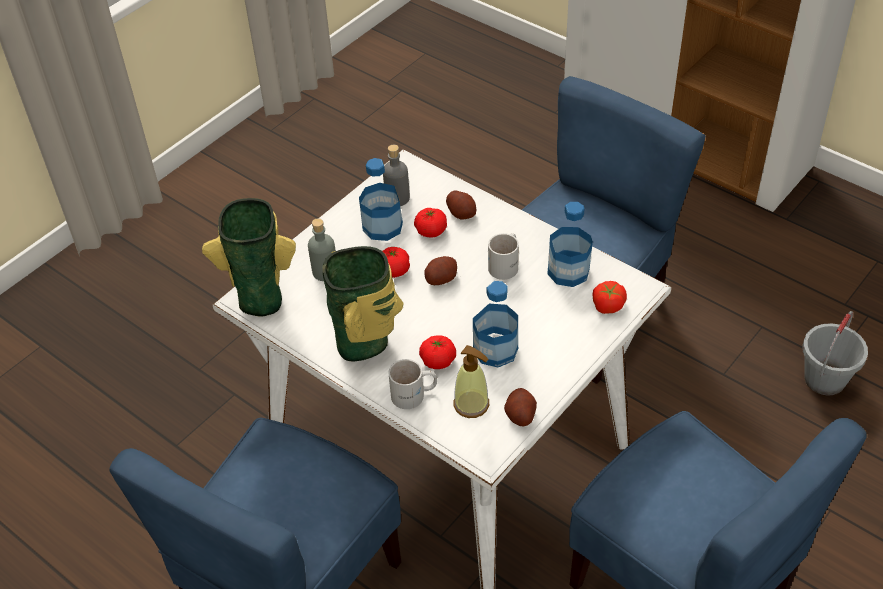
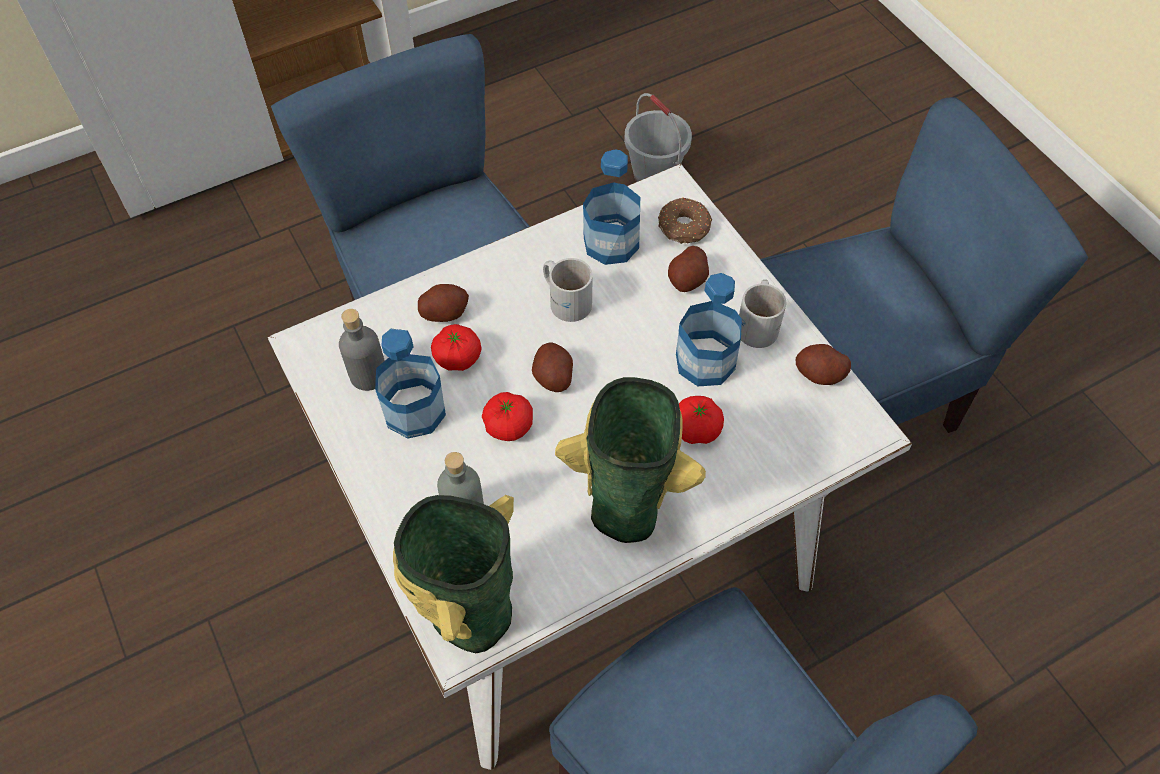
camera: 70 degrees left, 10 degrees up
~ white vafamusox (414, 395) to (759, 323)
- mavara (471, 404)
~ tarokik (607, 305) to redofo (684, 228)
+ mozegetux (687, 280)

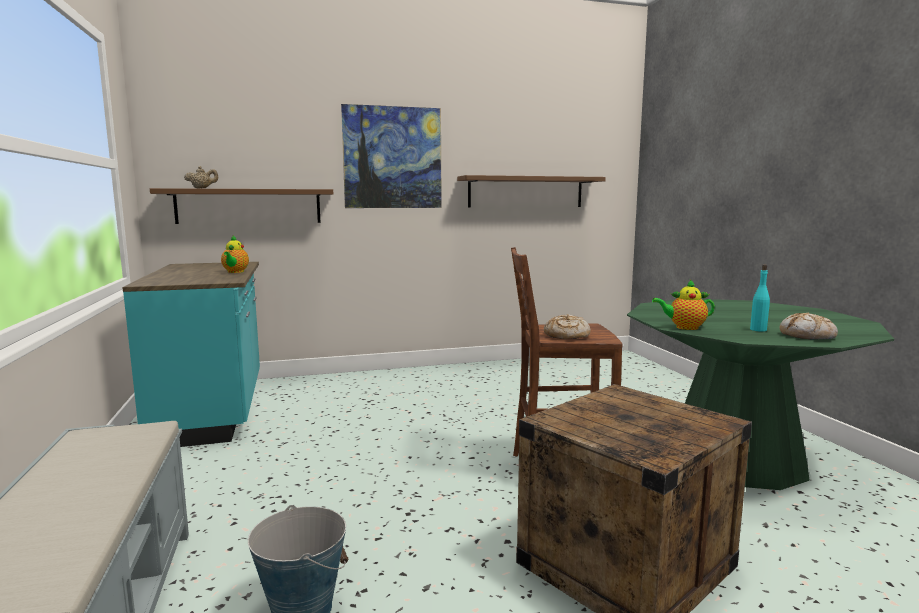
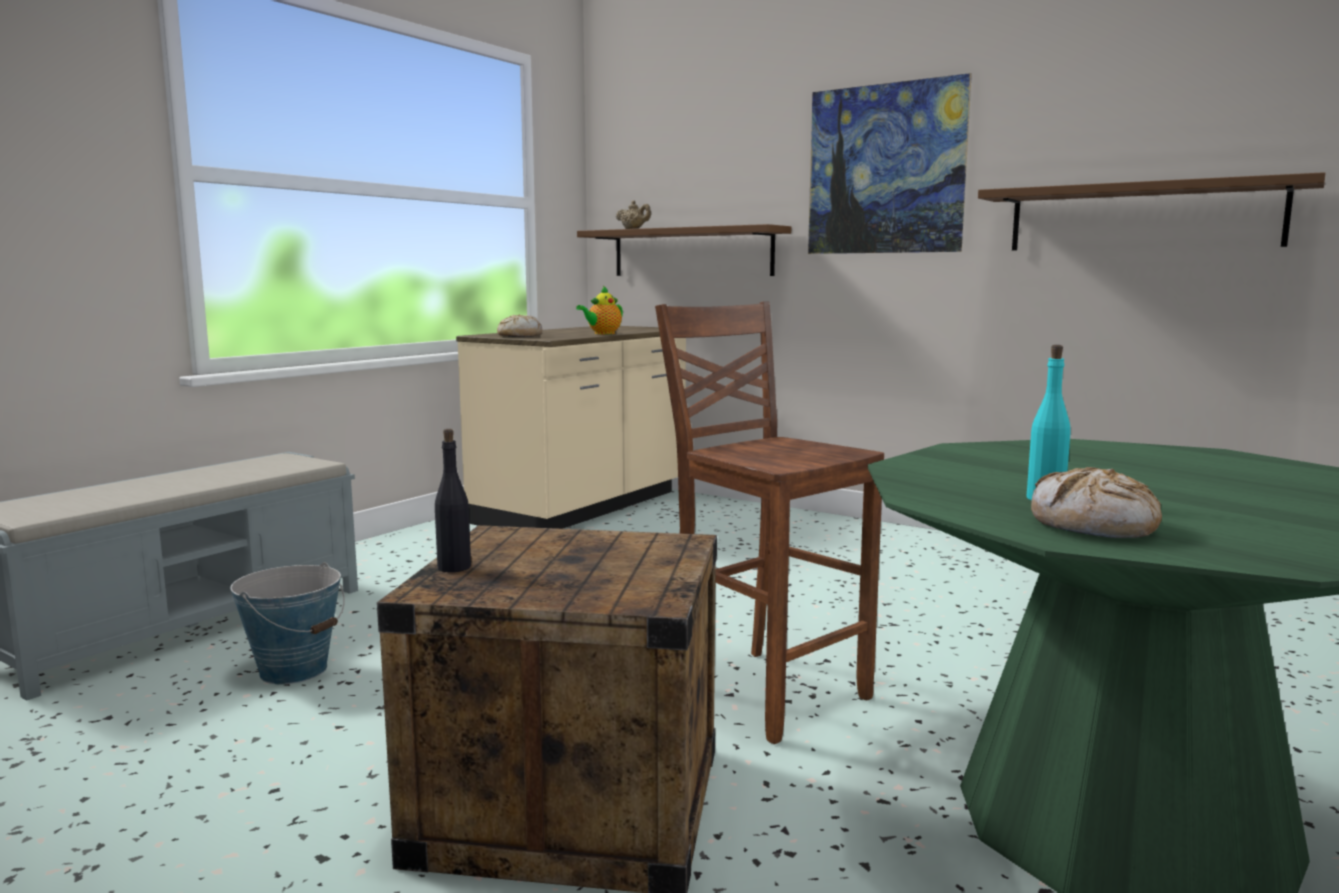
camera: 50 degrees right, 0 degrees up
~ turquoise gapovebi (213, 410) to beige gapovebi (585, 508)
~ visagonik (566, 335) to (519, 336)
- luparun (684, 327)
+ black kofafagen (454, 567)

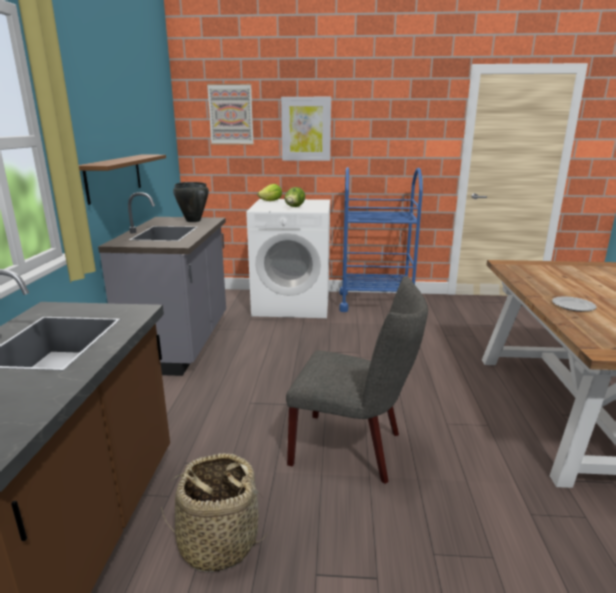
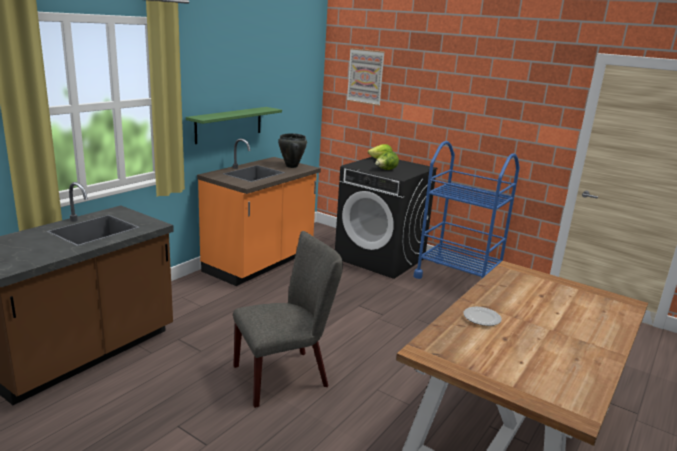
camera: 30 degrees right, 0 degrees up
~ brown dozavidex (114, 177) to green dozavidex (229, 124)
~ grey gapovebi (181, 344) to orange gapovebi (260, 263)
- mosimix (218, 542)
~ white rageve (293, 304) to black rageve (381, 258)
- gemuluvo (306, 129)
~ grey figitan (354, 448) = (286, 375) 75 degrees counterclockwise

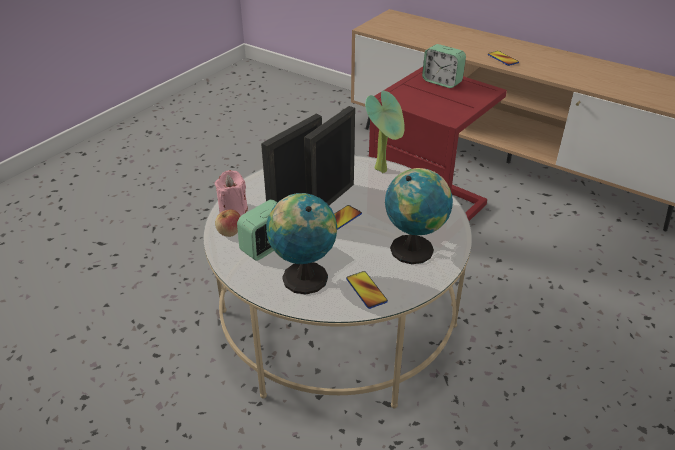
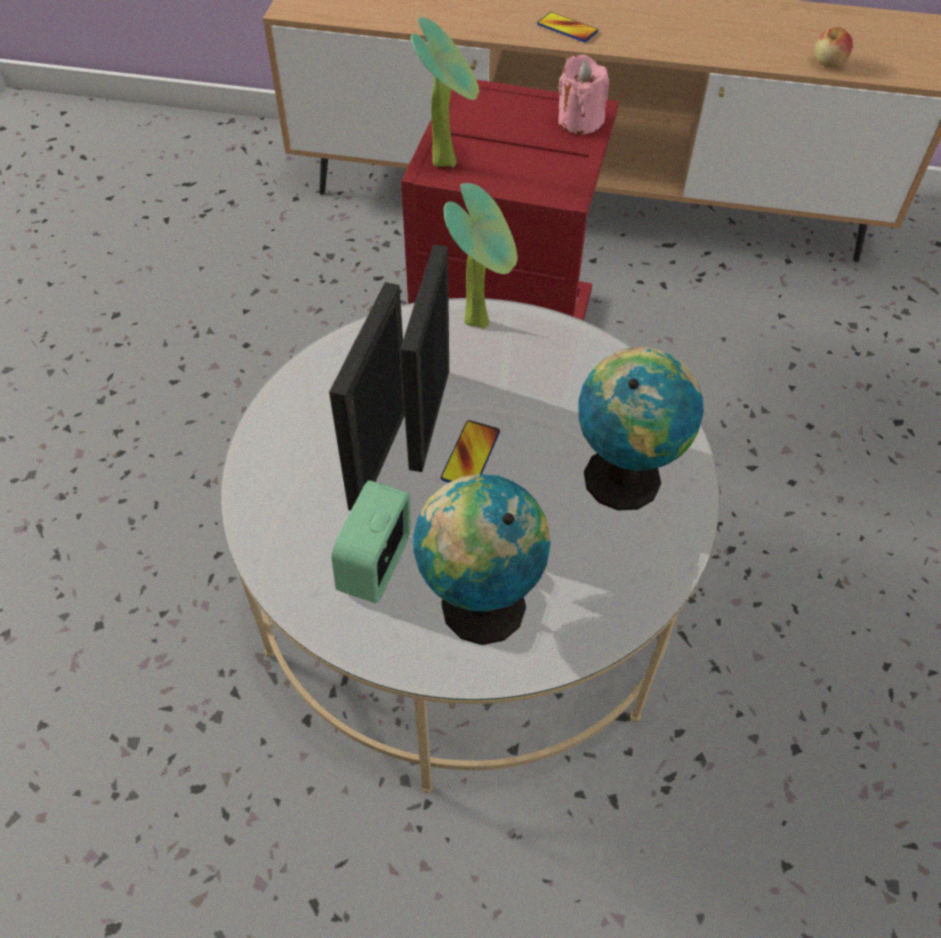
camera: 25 degrees left, 15 degrees up
~ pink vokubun (233, 209) to (579, 121)
~ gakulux (229, 232) to (828, 62)
- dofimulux (366, 290)
- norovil (442, 82)
+ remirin (448, 160)

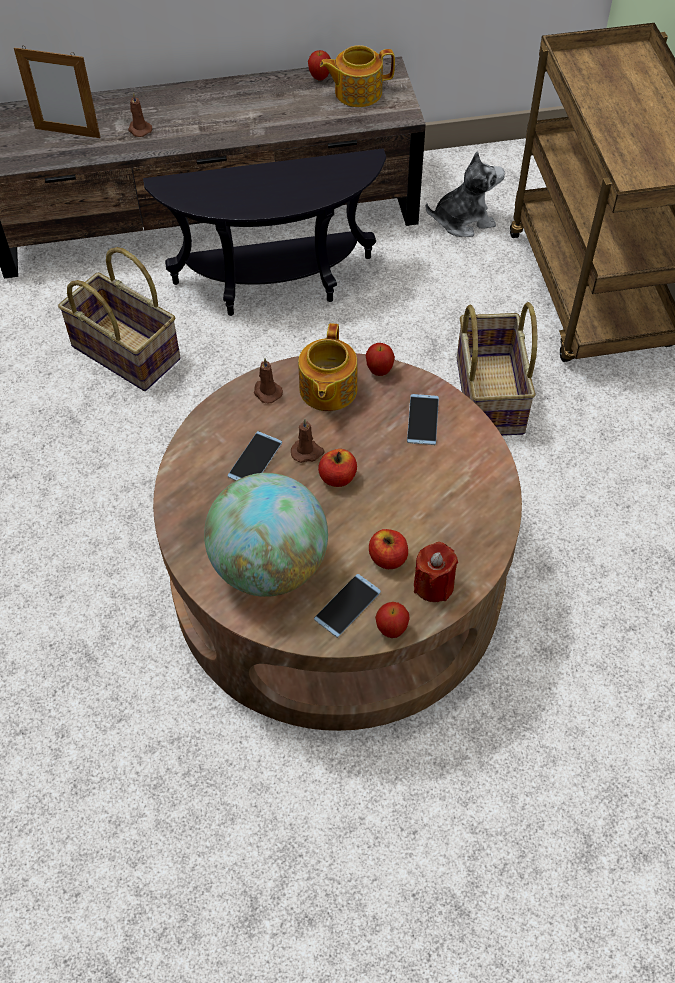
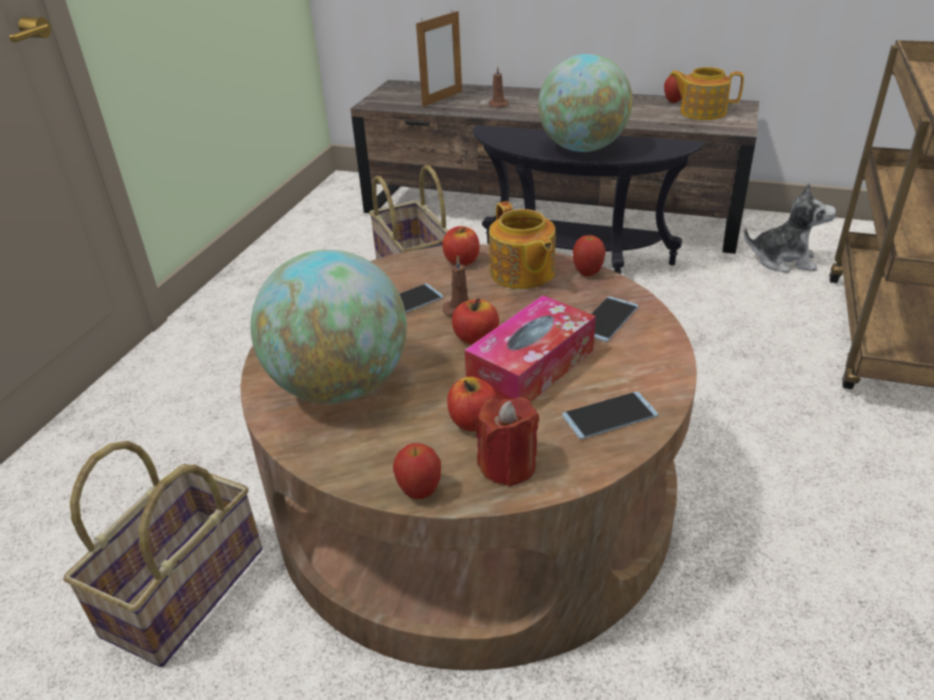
camera: 30 degrees right, 20 degrees down
~ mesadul (67, 133) = (442, 98) 90 degrees counterclockwise
~ brown vokubun (266, 392) to gakulux (461, 261)
~ luparun (327, 390) = (522, 273) 60 degrees counterclockwise
~ dofimulux (347, 605) to (609, 416)
~ mosimix (487, 395) to (183, 589)
+ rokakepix (531, 367)
+ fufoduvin (582, 148)

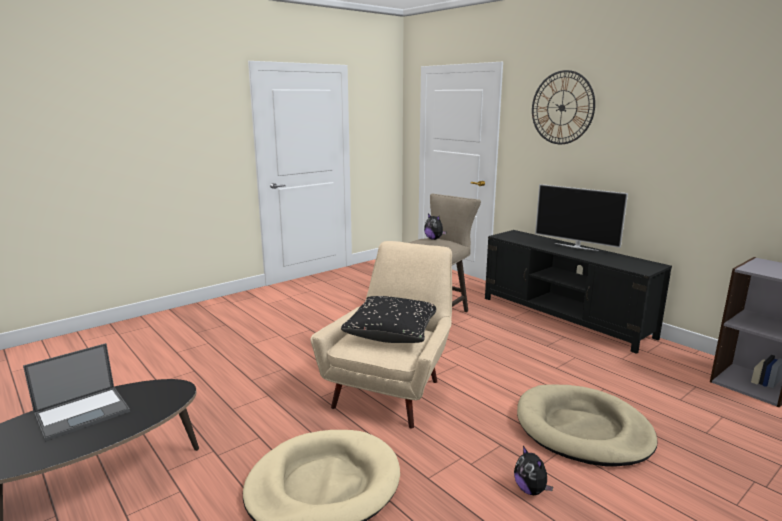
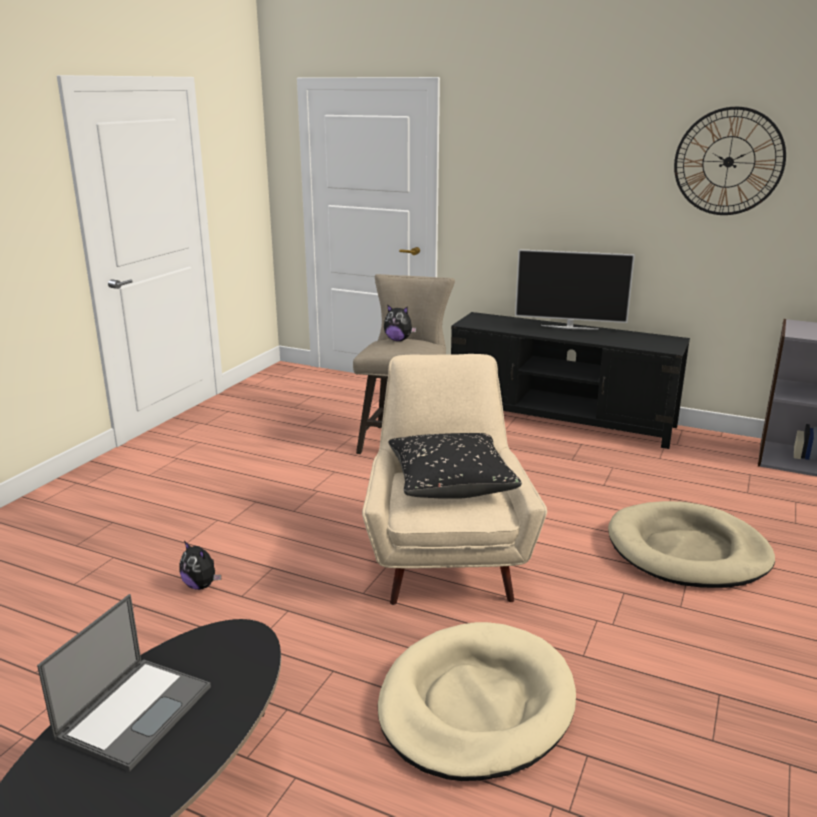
camera: 25 degrees left, 5 degrees up
~ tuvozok (531, 490) to (201, 585)
~ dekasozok (562, 108) to (728, 162)

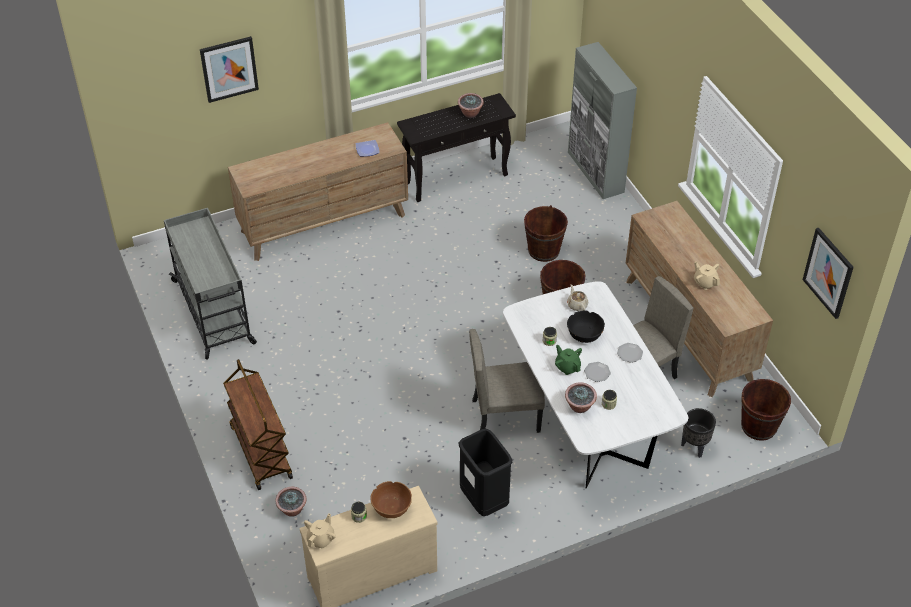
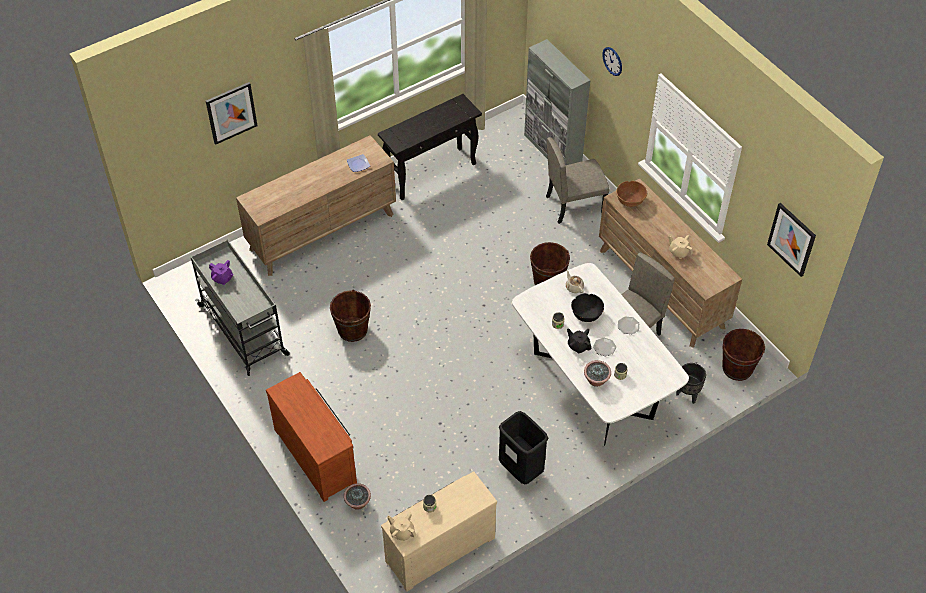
camera: 10 degrees left, 5 degrees up
~ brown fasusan (260, 451) to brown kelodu (317, 454)
~ beige luparun (321, 539) = (402, 532) 75 degrees counterclockwise
~ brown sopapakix (391, 508) to (630, 201)
- remirin (470, 114)
~ beige figitan (505, 415) to (574, 204)
~ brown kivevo (544, 250) to (352, 330)
~ green luparun (567, 367) to black luparun (578, 346)
+ purple luparun (222, 278)
+ dekasozok (612, 61)

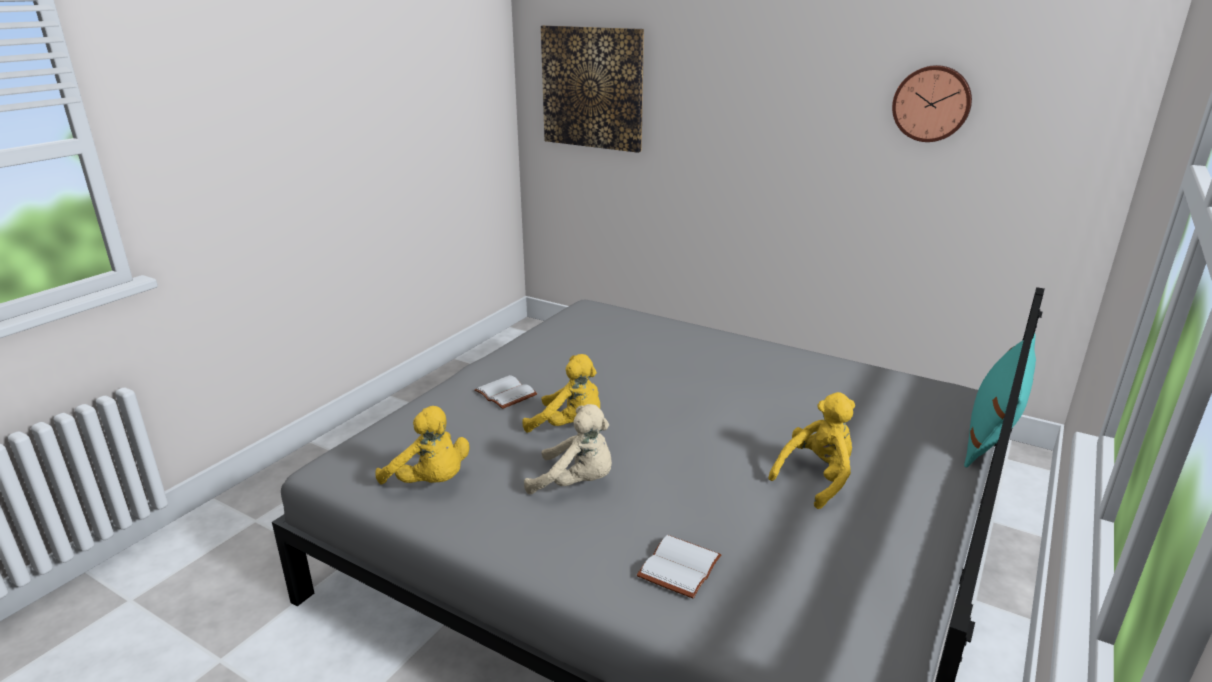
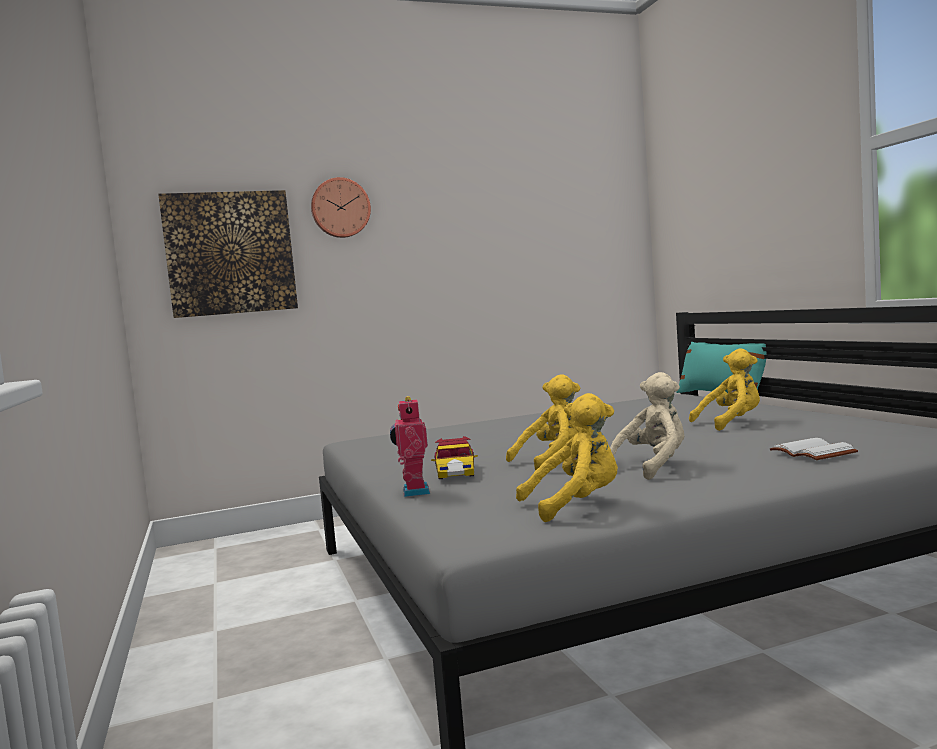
camera: 50 degrees left, 20 degrees down
~ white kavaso (507, 393) to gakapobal (455, 472)
~ yellow tuvozok (816, 478) = (731, 423) 75 degrees clockwise
~ dekasozok (932, 103) to (340, 208)
+ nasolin (413, 492)

